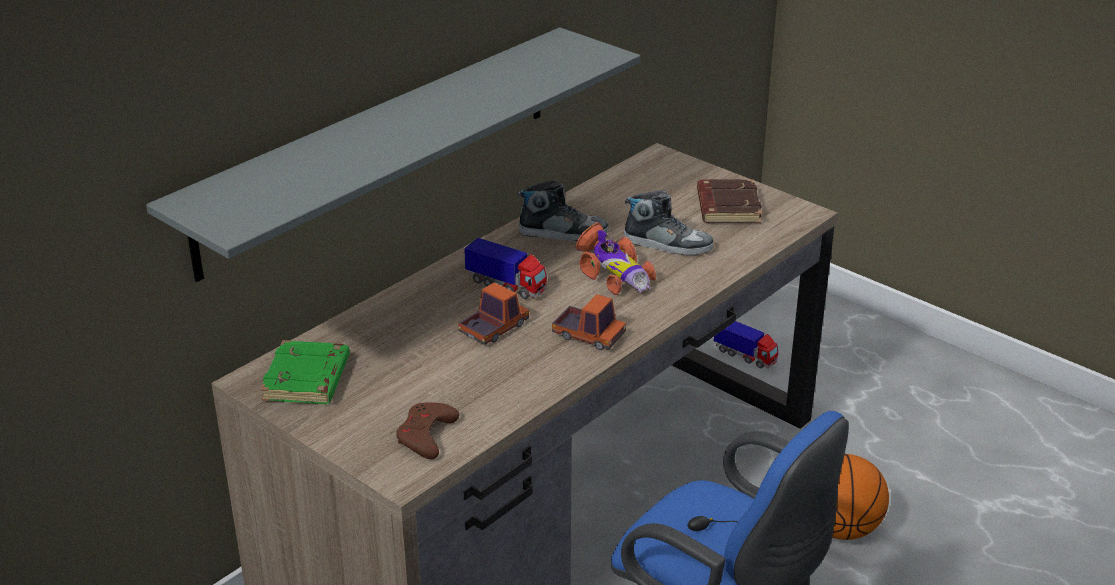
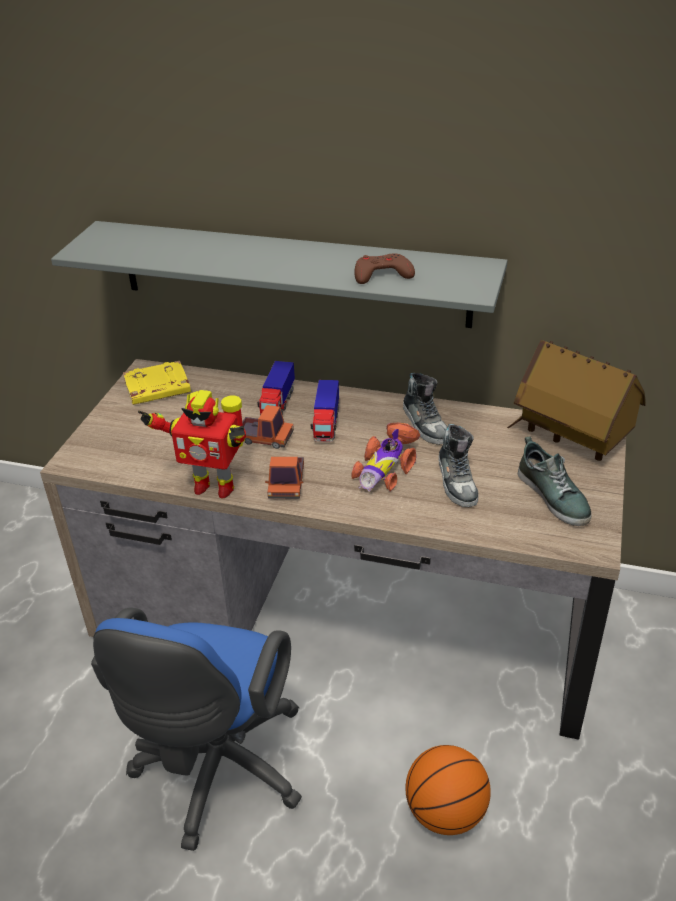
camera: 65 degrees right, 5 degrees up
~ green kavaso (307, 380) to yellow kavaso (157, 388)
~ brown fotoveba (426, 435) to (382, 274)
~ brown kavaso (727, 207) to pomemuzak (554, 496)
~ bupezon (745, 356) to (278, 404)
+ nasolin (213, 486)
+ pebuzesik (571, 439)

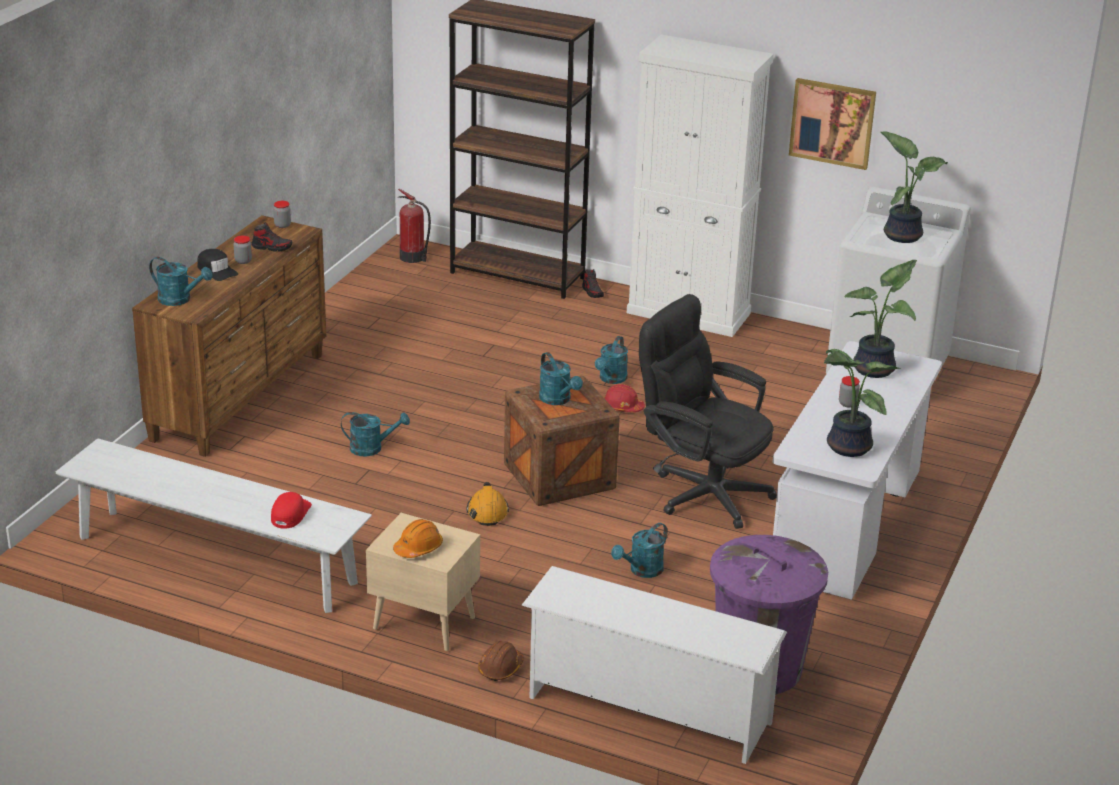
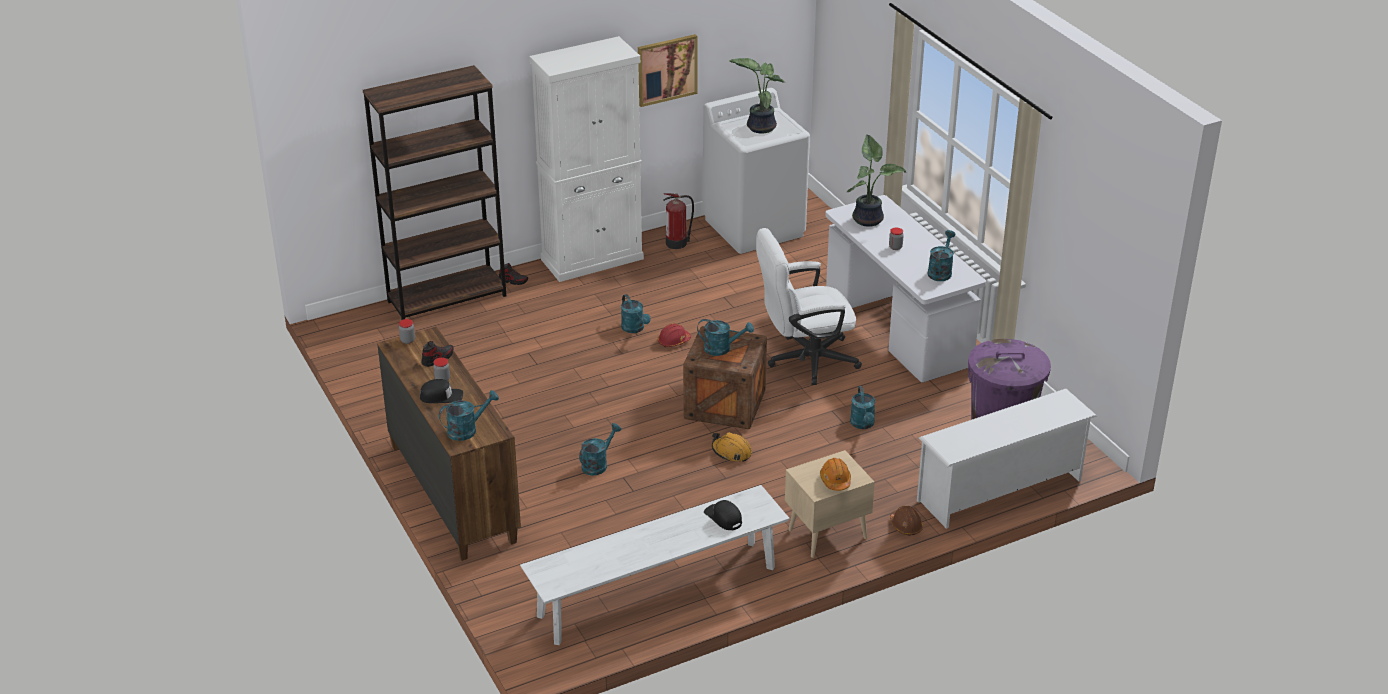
camera: 50 degrees left, 5 degrees up
~ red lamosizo (290, 514) to black lamosizo (723, 518)
~ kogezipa (413, 257) to (677, 243)
~ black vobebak (701, 491) to white vobebak (804, 360)
~ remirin (845, 446) to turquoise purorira (940, 271)

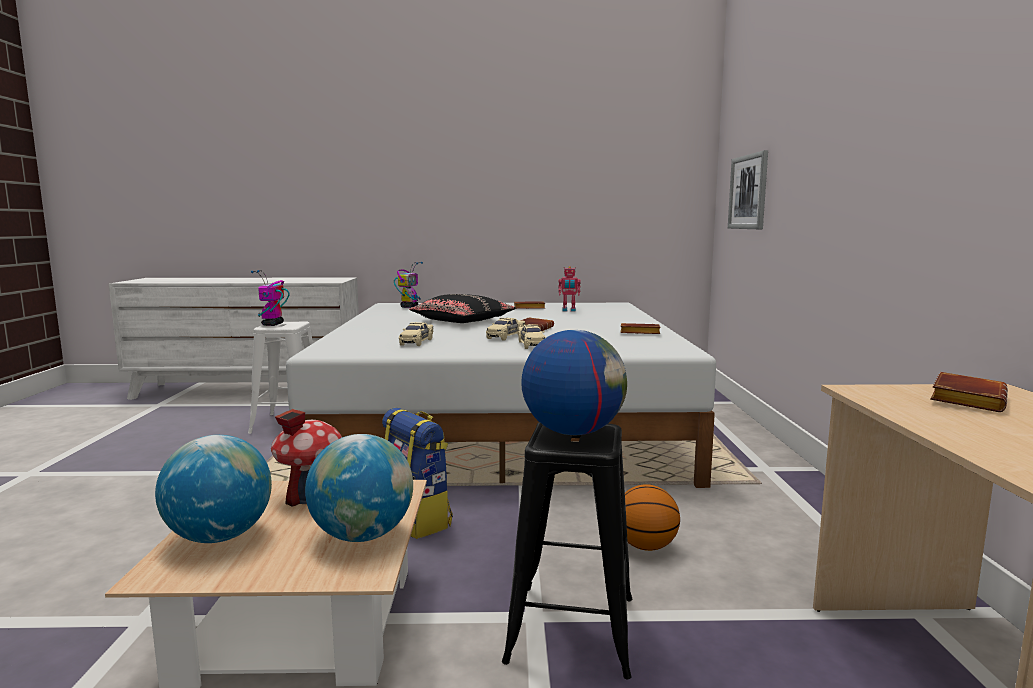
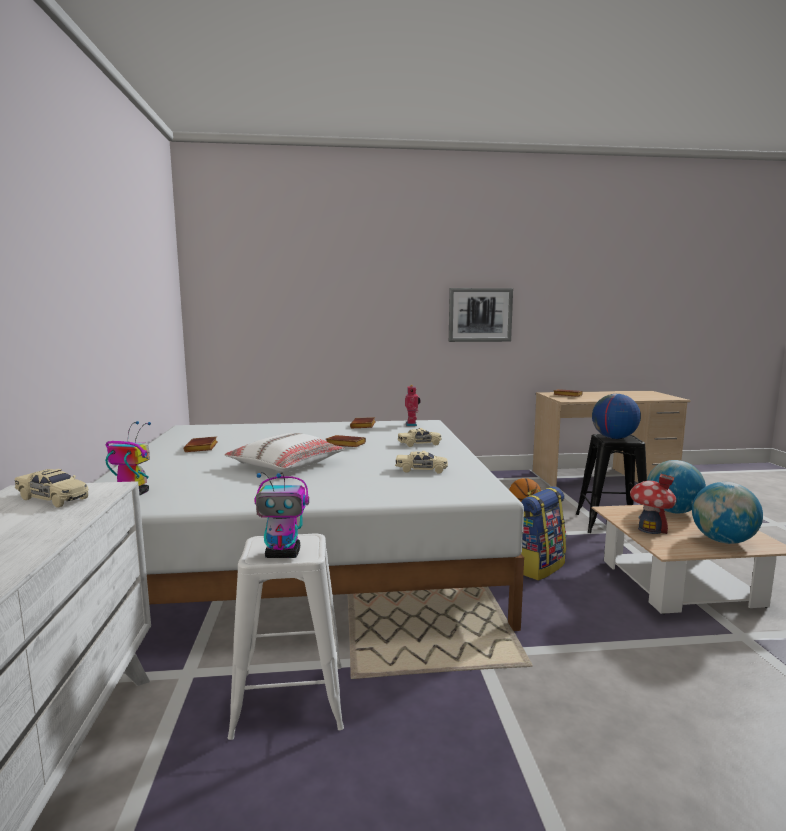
camera: 95 degrees left, 0 degrees up
~ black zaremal (463, 320) to white zaremal (286, 464)
~ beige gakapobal (506, 336) to (53, 498)
~ nasolin (569, 310) to (412, 424)
~ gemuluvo (748, 192) to (480, 315)

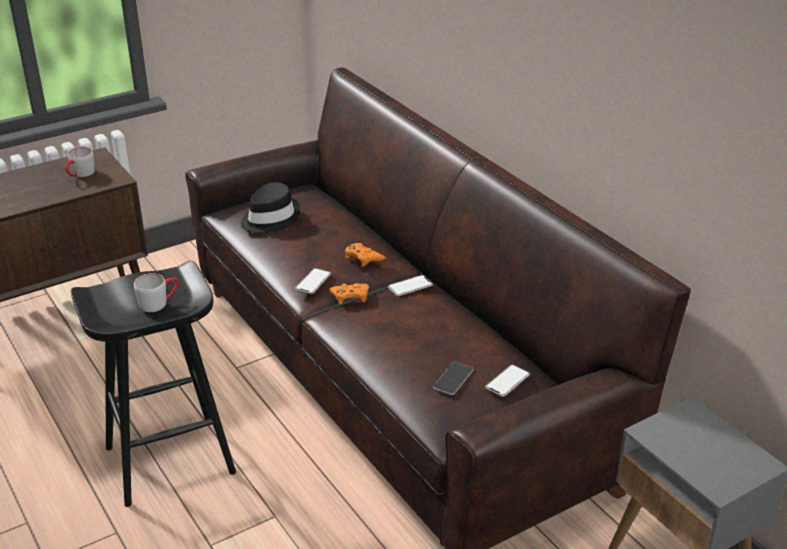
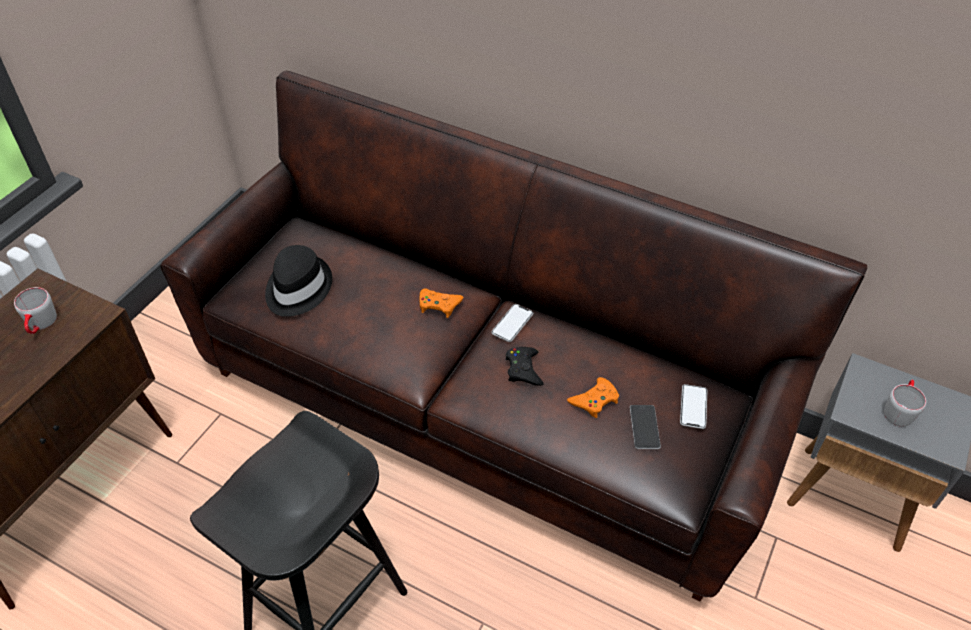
camera: 30 degrees left, 15 degrees up
~ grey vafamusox (159, 302) to (899, 409)
- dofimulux (313, 282)
~ orange fotoveba (350, 296) to (594, 400)
+ black fotoveba (523, 369)

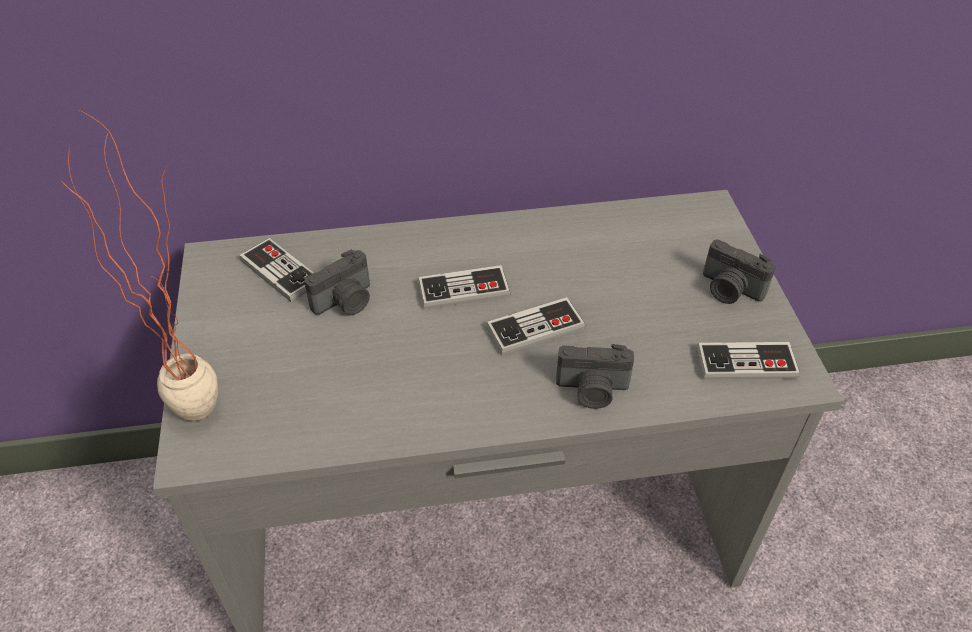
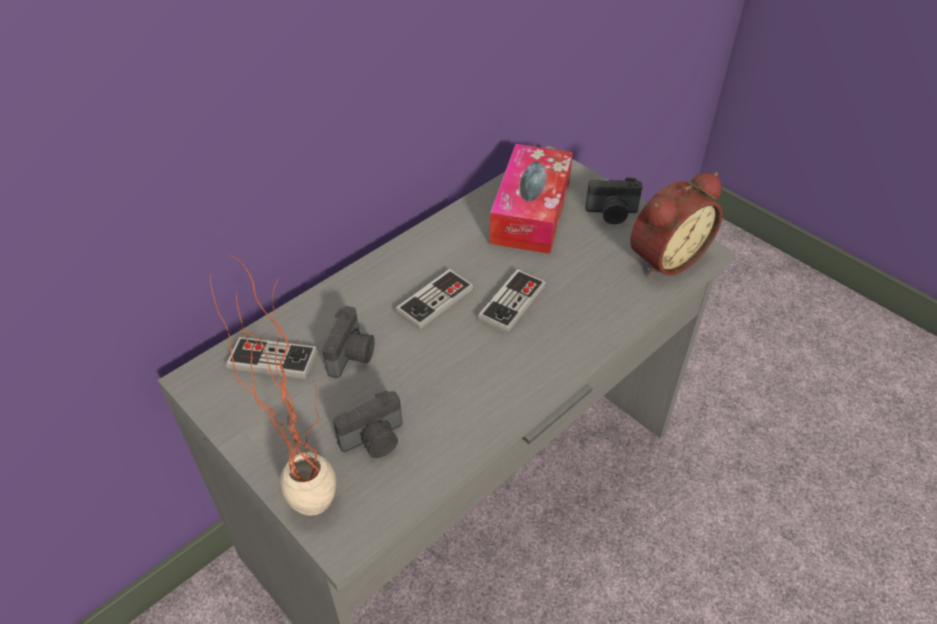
camera: 35 degrees left, 0 degrees up
~ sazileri (592, 390) to (375, 441)
~ fotoveba (746, 363) to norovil (664, 257)
+ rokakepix (531, 212)

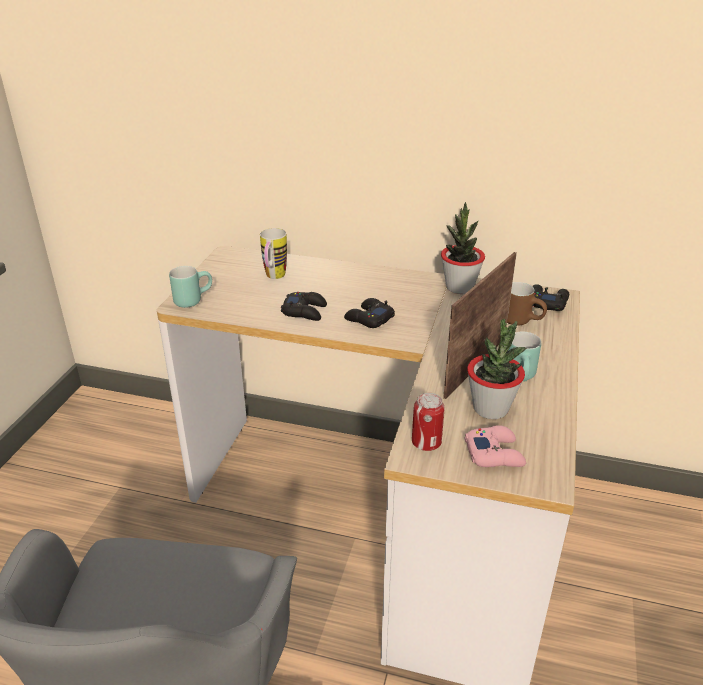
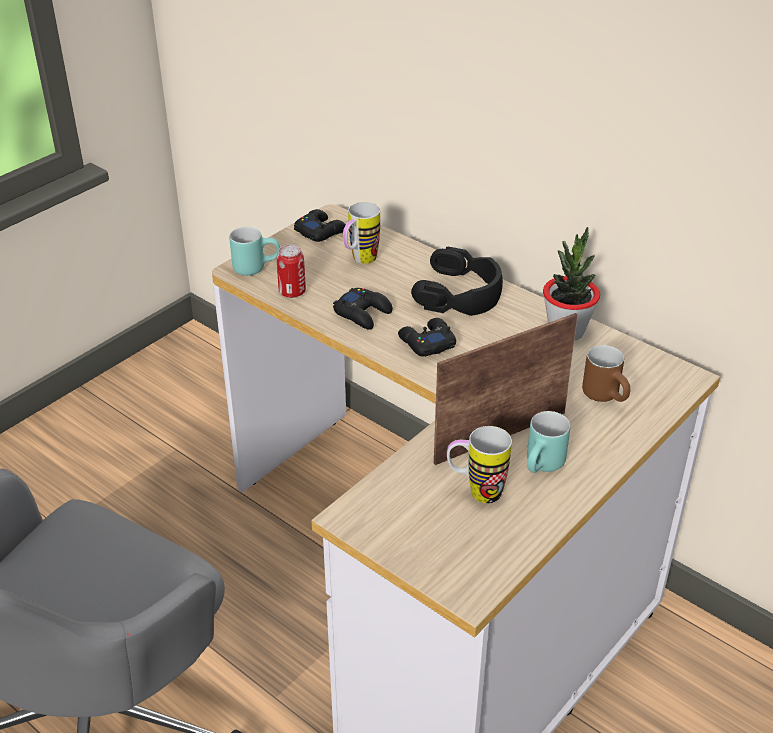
camera: 25 degrees right, 5 degrees up
~ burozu (426, 443) to (292, 292)
- pink fotoveba (494, 453)
~ remirin (490, 409) to vafamusox (475, 492)
~ black fotoveba (547, 302) to (320, 231)
+ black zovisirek (460, 293)

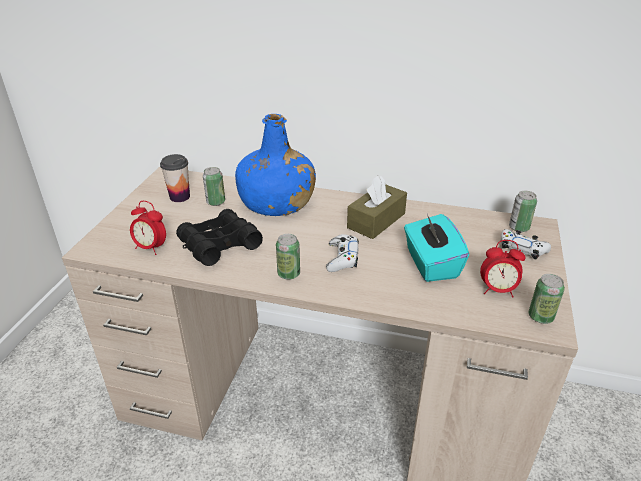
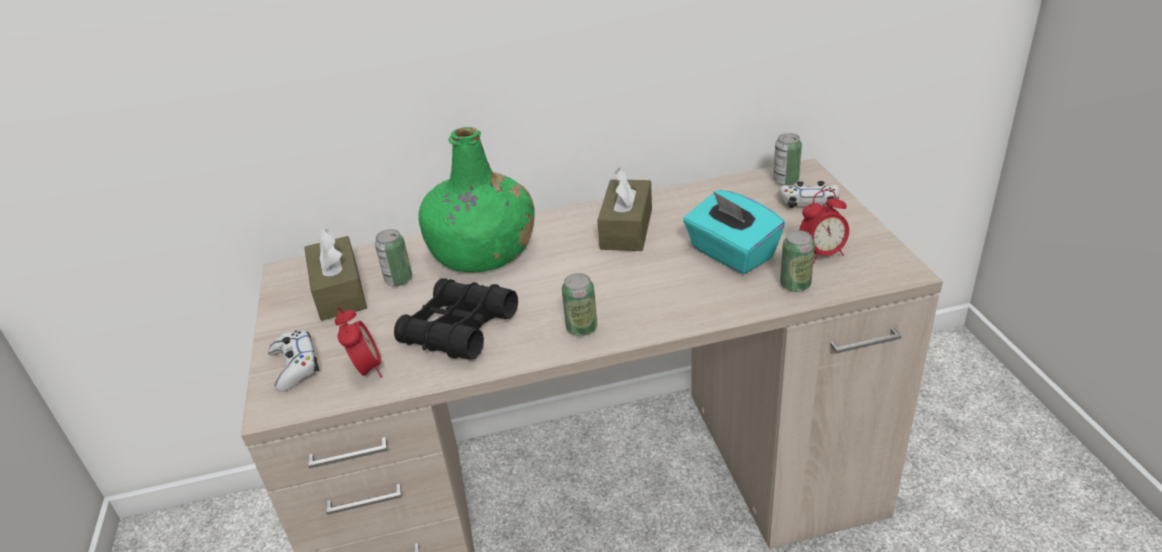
camera: 25 degrees left, 0 degrees up
~ norovil (151, 248) = (366, 370) 105 degrees counterclockwise
~ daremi (179, 197) to brown rokakepix (339, 291)
~ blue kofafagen (276, 203) to green kofafagen (483, 252)
~ white fotoveba (342, 258) to (295, 366)
~ burozu (540, 317) to (795, 285)

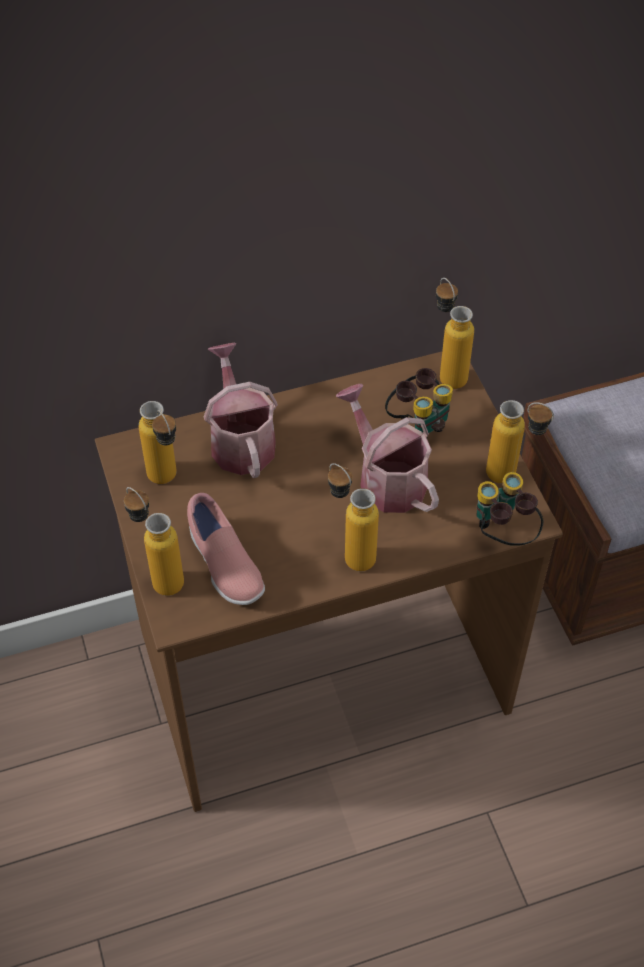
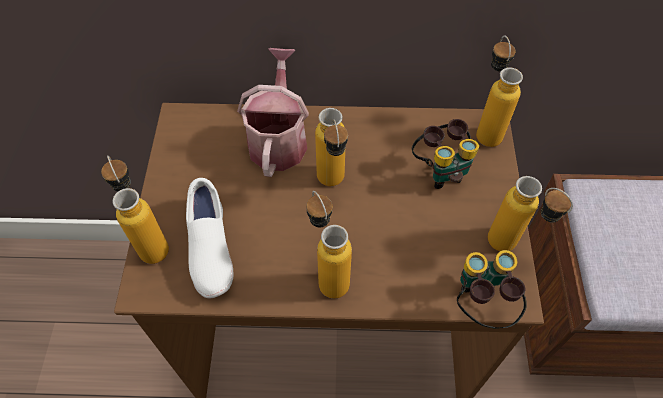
camera: 20 degrees right, 5 degrees up
~ kofafagen (167, 482) to (332, 186)
~ pink pomemuzak (224, 565) to white pomemuzak (210, 249)
- purorira (387, 479)

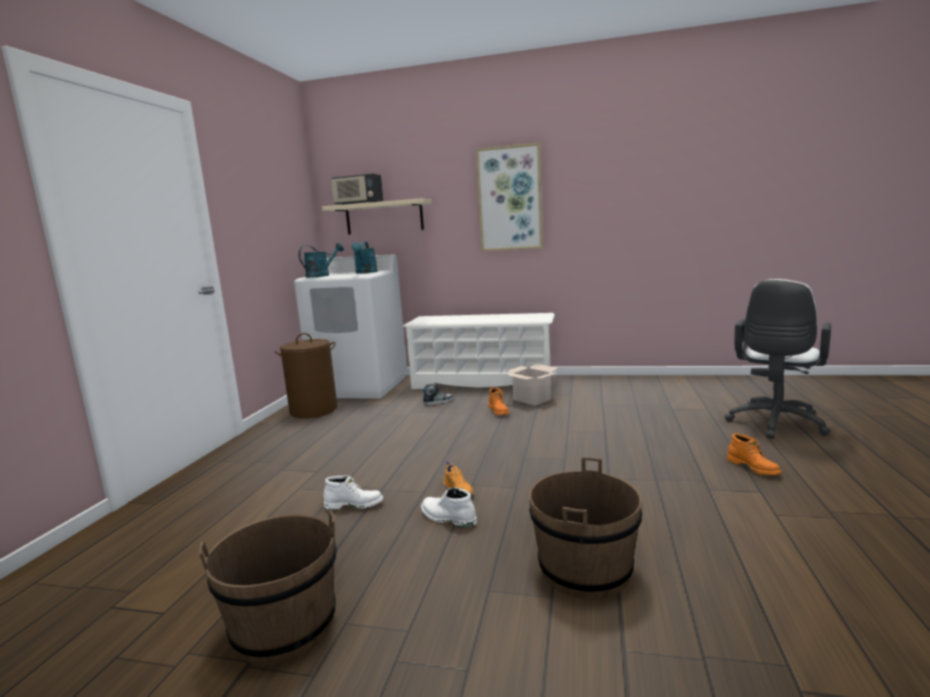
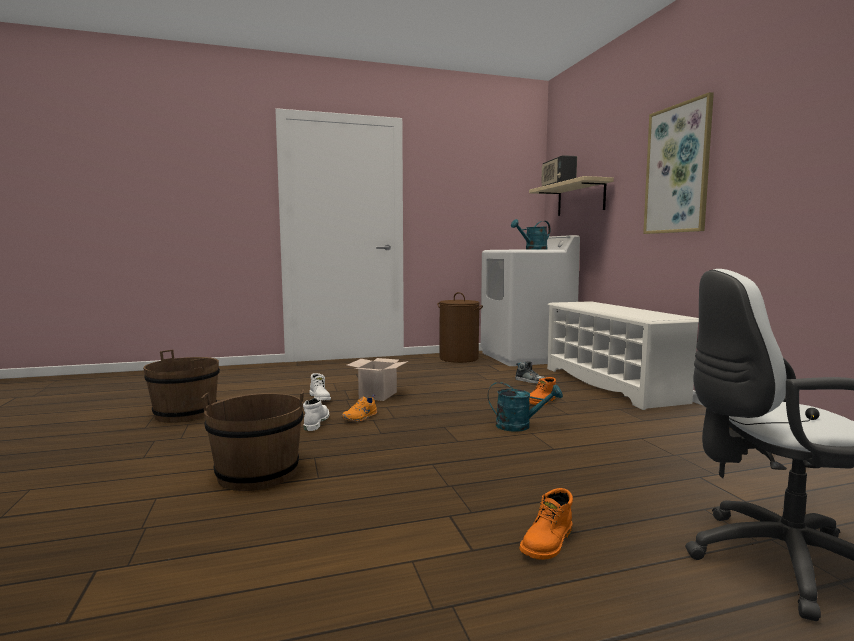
camera: 60 degrees right, 5 degrees down
~ turquoise purorira (321, 275) to (519, 426)
~ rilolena (531, 399) to (377, 395)

